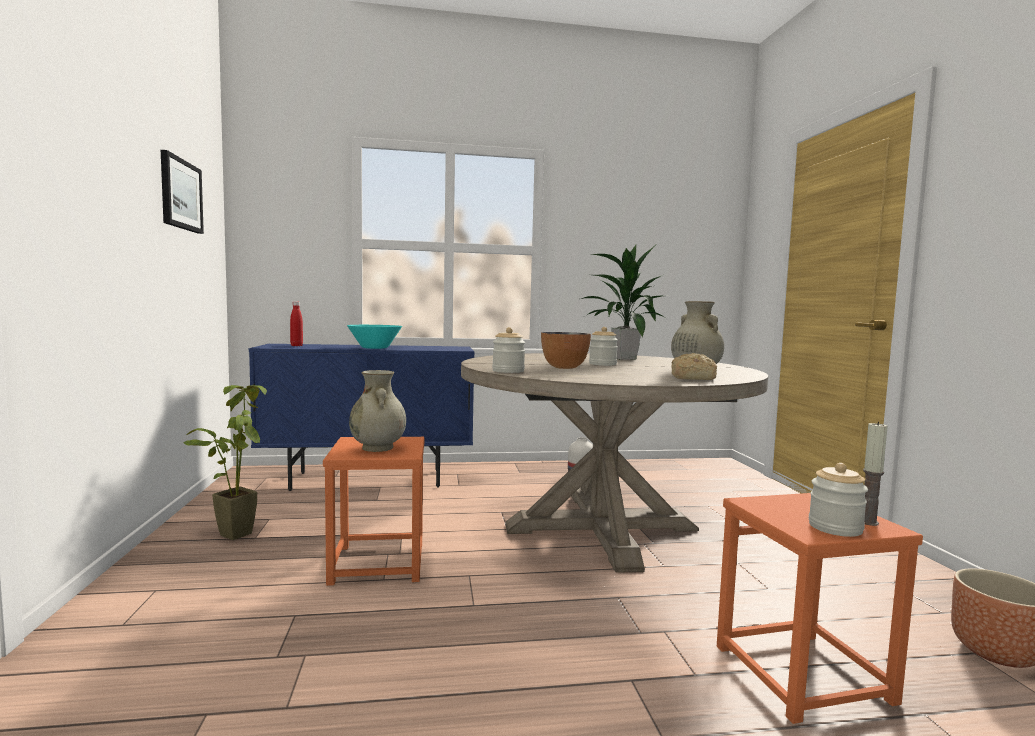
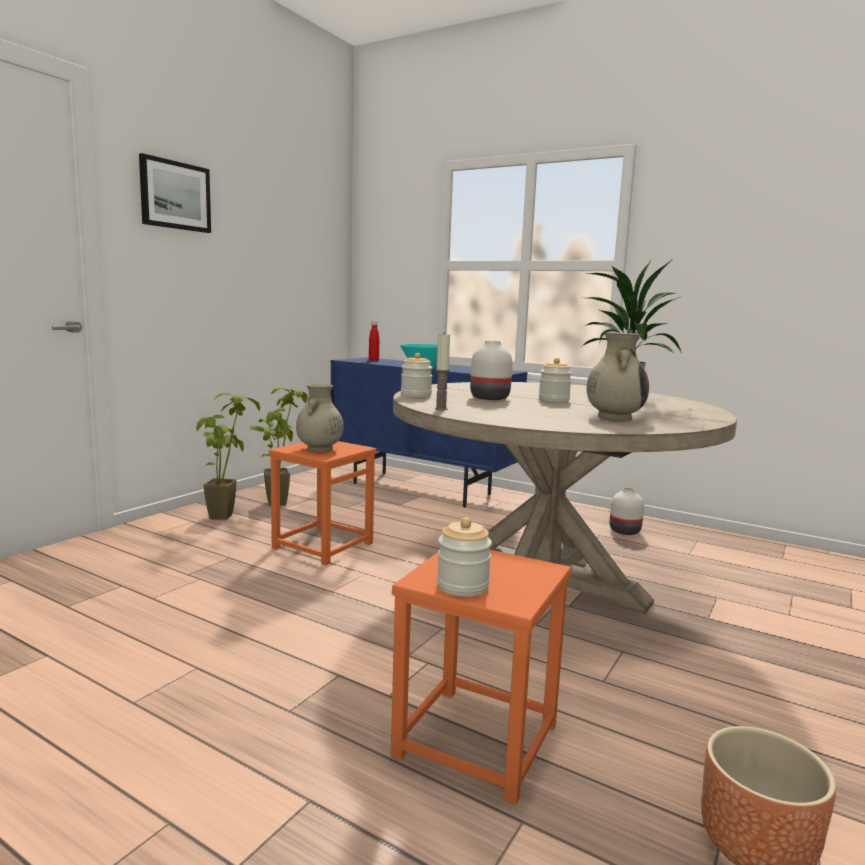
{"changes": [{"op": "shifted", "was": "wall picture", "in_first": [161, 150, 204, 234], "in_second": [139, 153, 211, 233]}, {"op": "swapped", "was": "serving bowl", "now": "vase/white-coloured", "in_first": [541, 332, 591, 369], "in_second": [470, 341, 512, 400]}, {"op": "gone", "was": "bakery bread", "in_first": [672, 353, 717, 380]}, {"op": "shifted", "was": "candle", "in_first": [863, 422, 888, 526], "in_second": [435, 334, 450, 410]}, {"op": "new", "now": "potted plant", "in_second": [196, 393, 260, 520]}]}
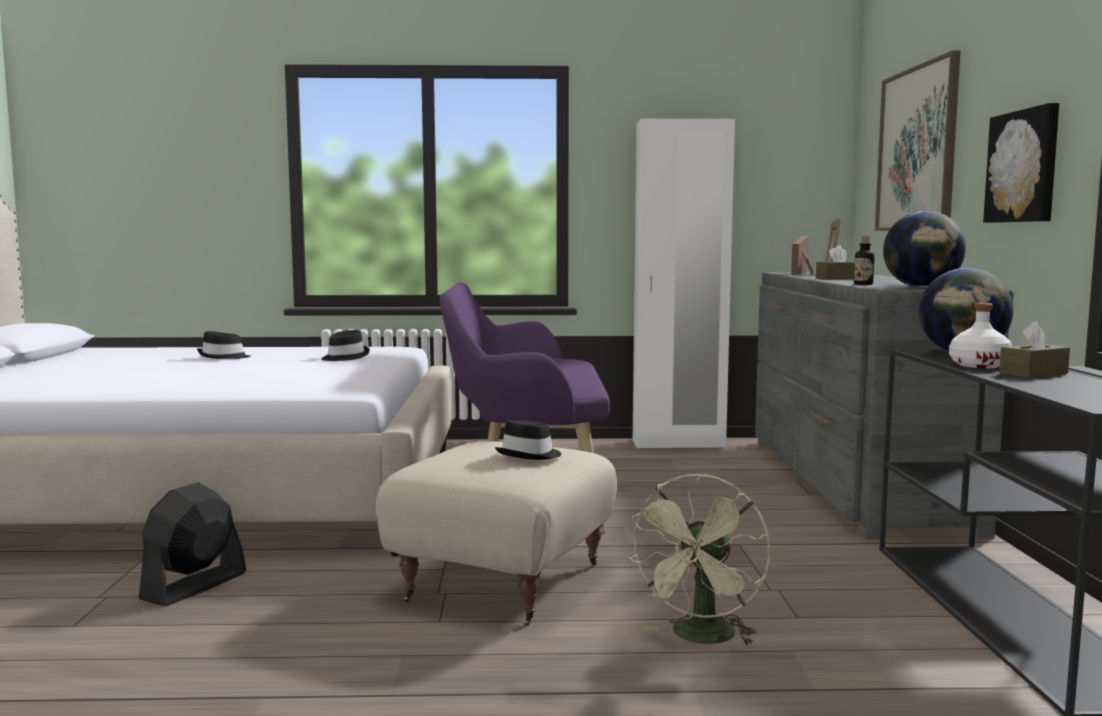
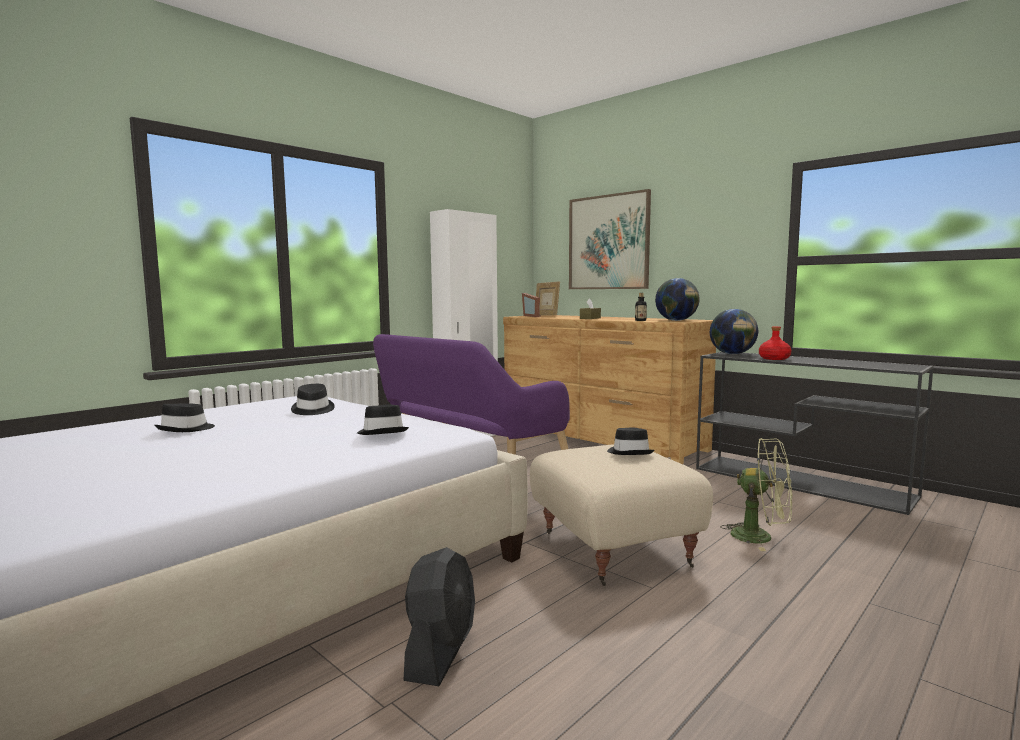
{"changes": [{"op": "gone", "was": "wall picture", "in_first": [983, 103, 1059, 223]}, {"op": "repainted", "was": "chest of drawers/gray", "now": "chest of drawers/brownish", "in_first": [755, 272, 1014, 539], "in_second": [503, 315, 716, 464]}, {"op": "repainted", "was": "beverage bottle/white-coloured", "now": "beverage bottle/reddish", "in_first": [949, 303, 1012, 368], "in_second": [759, 326, 792, 360]}, {"op": "gone", "was": "tissue holder/brownish", "in_first": [999, 321, 1070, 378]}, {"op": "rotated", "was": "fan/green-coloured", "in_first": [627, 474, 770, 646], "in_second": [720, 438, 793, 551], "clockwise": -45}, {"op": "rotated", "was": "fan/blackish", "in_first": [139, 482, 246, 606], "in_second": [404, 547, 475, 686], "clockwise": -150}, {"op": "new", "now": "clothing hat/blackish", "in_second": [357, 404, 409, 435]}]}
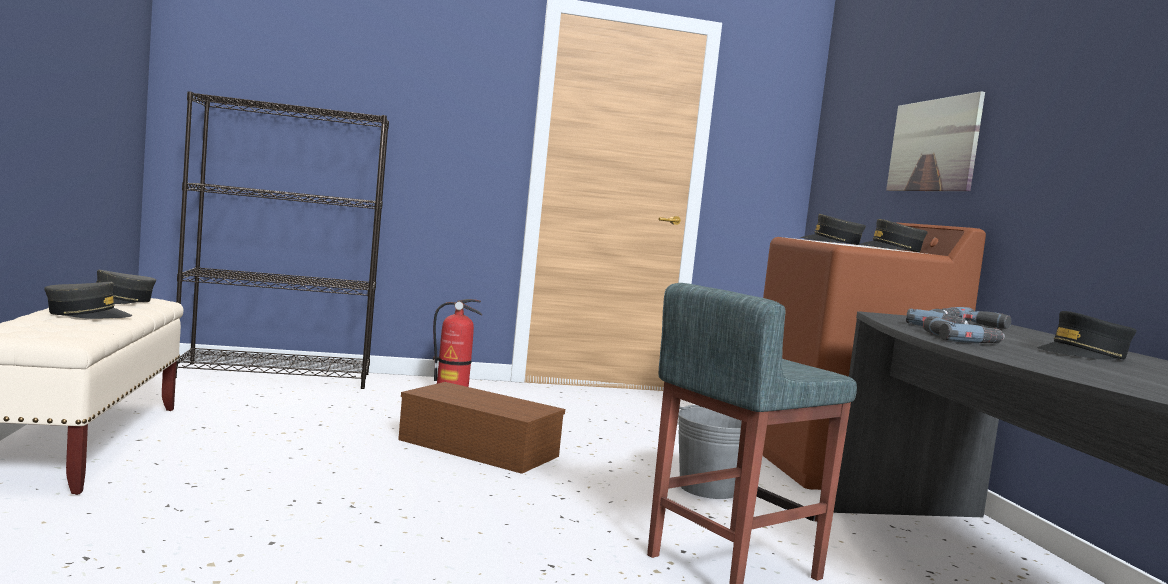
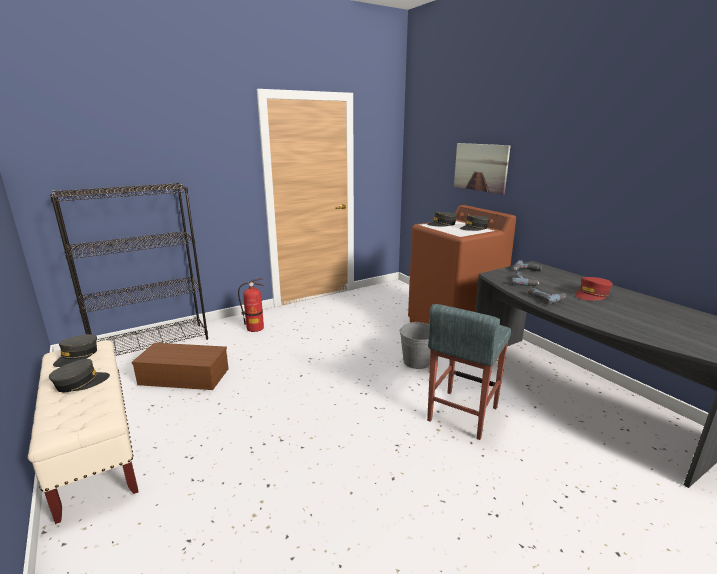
{"changes": [{"op": "repainted", "was": "peaked cap/blackish", "now": "peaked cap/reddish", "in_first": [1037, 311, 1137, 360], "in_second": [575, 277, 613, 301]}, {"op": "shifted", "was": "storage bin/brownish", "in_first": [398, 382, 565, 474], "in_second": [132, 343, 229, 390]}]}
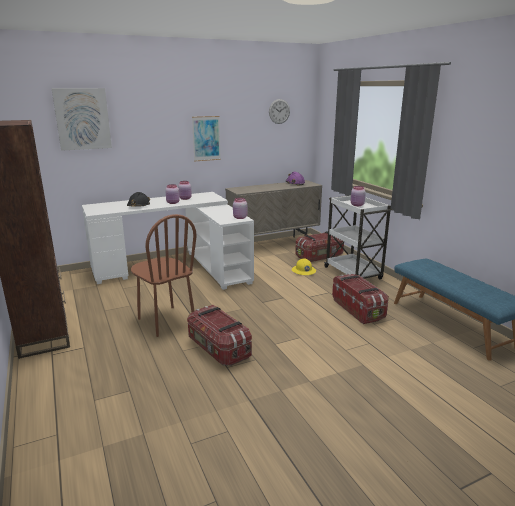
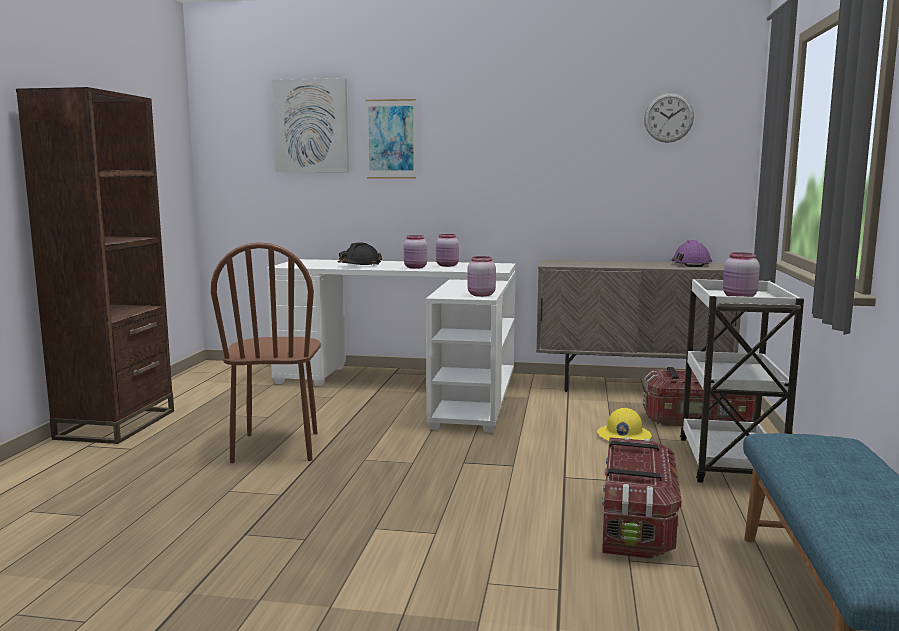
{"changes": [{"op": "shifted", "was": "wall picture", "in_first": [192, 116, 221, 162], "in_second": [366, 99, 416, 178]}, {"op": "gone", "was": "storage bin", "in_first": [187, 305, 252, 366]}]}
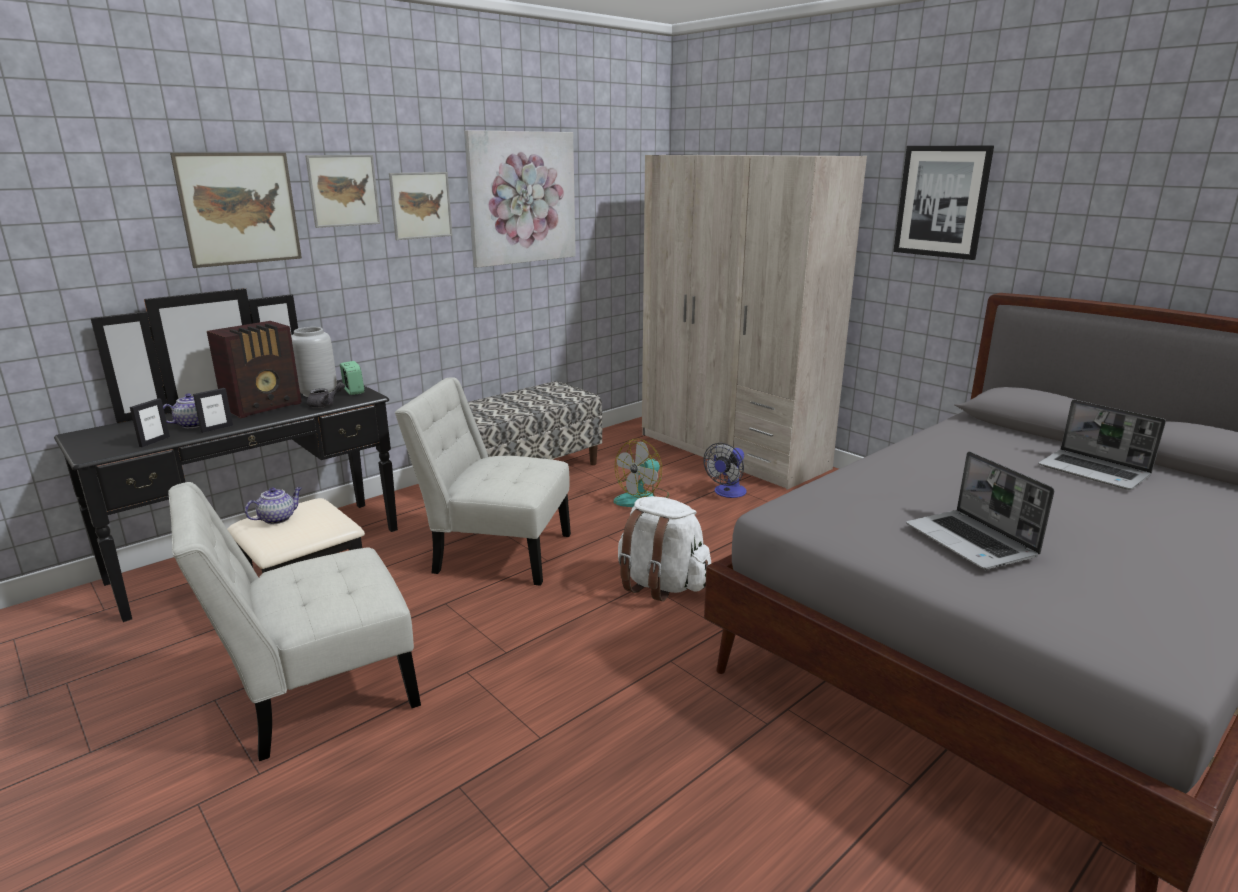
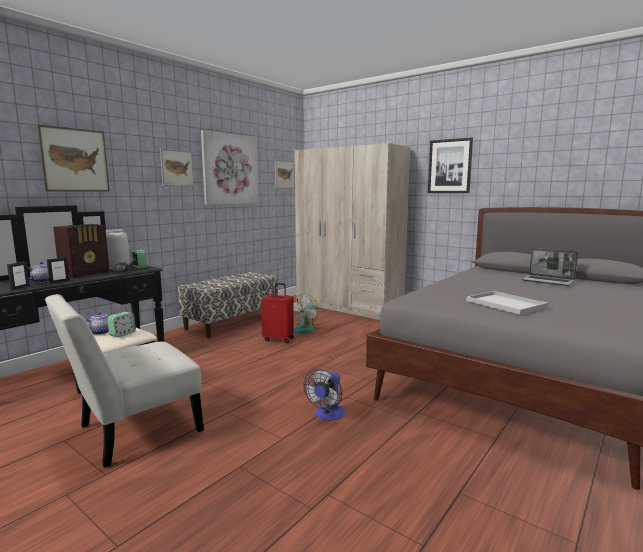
{"changes": [{"op": "shifted", "was": "wall picture", "in_first": [305, 155, 380, 228], "in_second": [275, 160, 295, 188]}, {"op": "gone", "was": "chair/white-coloured", "in_first": [395, 377, 571, 586]}, {"op": "shifted", "was": "fan", "in_first": [703, 443, 747, 498], "in_second": [303, 369, 345, 421]}, {"op": "swapped", "was": "portable computer", "now": "serving tray/white-coloured", "in_first": [906, 451, 1054, 569], "in_second": [467, 291, 548, 315]}, {"op": "gone", "was": "knapsack/white-coloured", "in_first": [618, 496, 711, 601]}, {"op": "new", "now": "travel case/reddish", "in_second": [261, 283, 294, 343]}, {"op": "new", "now": "table clock", "in_second": [107, 312, 136, 337]}]}
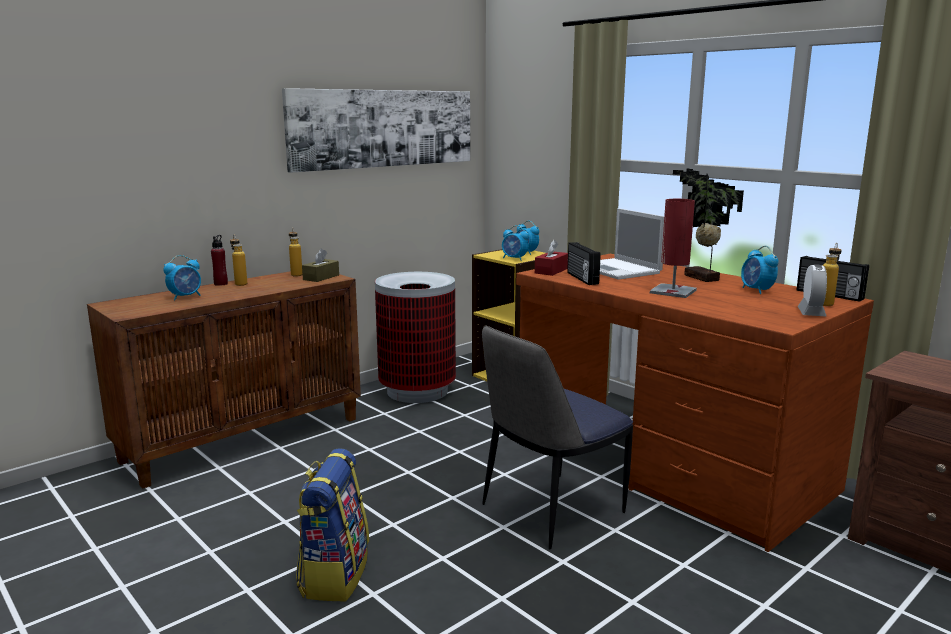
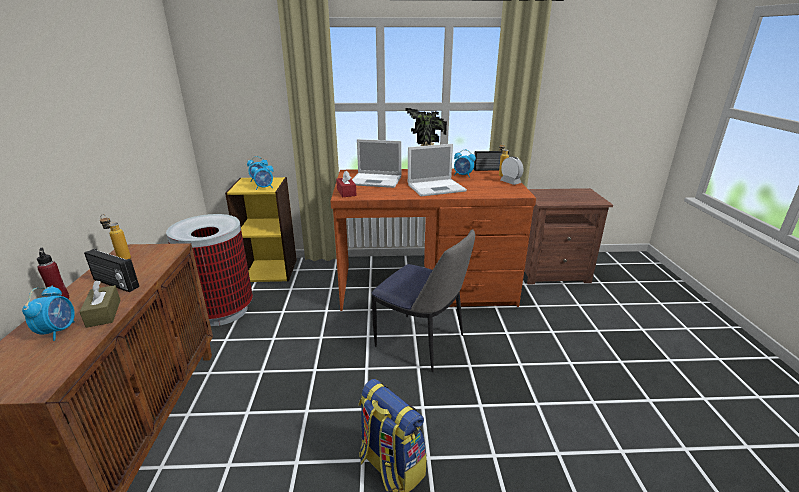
{"changes": [{"op": "gone", "was": "wall picture", "in_first": [282, 88, 470, 173]}, {"op": "swapped", "was": "tabletop lamp/reddish", "now": "portable computer", "in_first": [650, 199, 697, 298], "in_second": [408, 144, 467, 196]}, {"op": "gone", "was": "beverage bottle", "in_first": [230, 235, 247, 286]}, {"op": "shifted", "was": "radio", "in_first": [567, 242, 601, 285], "in_second": [84, 248, 139, 292]}, {"op": "shifted", "was": "tissue holder/brownish", "in_first": [302, 249, 339, 282], "in_second": [80, 281, 121, 328]}, {"op": "rotated", "was": "chair", "in_first": [482, 325, 633, 549], "in_second": [372, 229, 475, 372], "clockwise": -60}]}
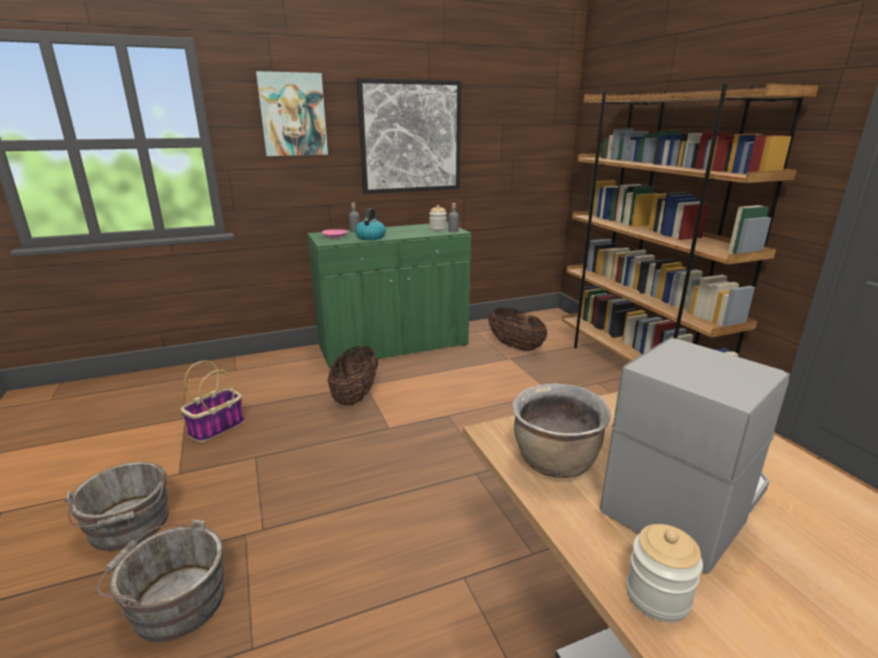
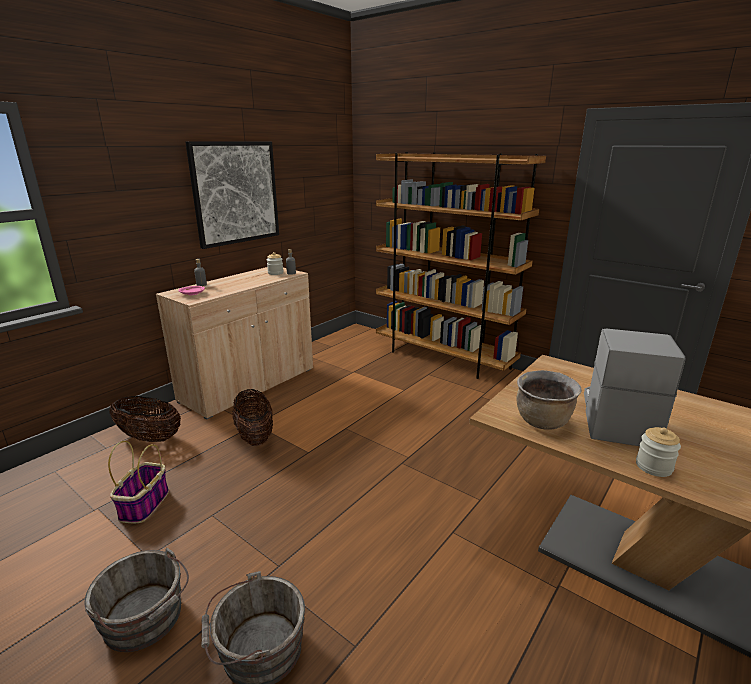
{"changes": [{"op": "gone", "was": "wall picture", "in_first": [256, 71, 328, 156]}, {"op": "gone", "was": "kettle", "in_first": [355, 208, 386, 240]}, {"op": "repainted", "was": "cabinet/green-coloured", "now": "cabinet/beige-coloured", "in_first": [307, 222, 471, 369], "in_second": [156, 267, 313, 420]}, {"op": "shifted", "was": "storage basket", "in_first": [488, 308, 548, 351], "in_second": [109, 396, 181, 442]}]}
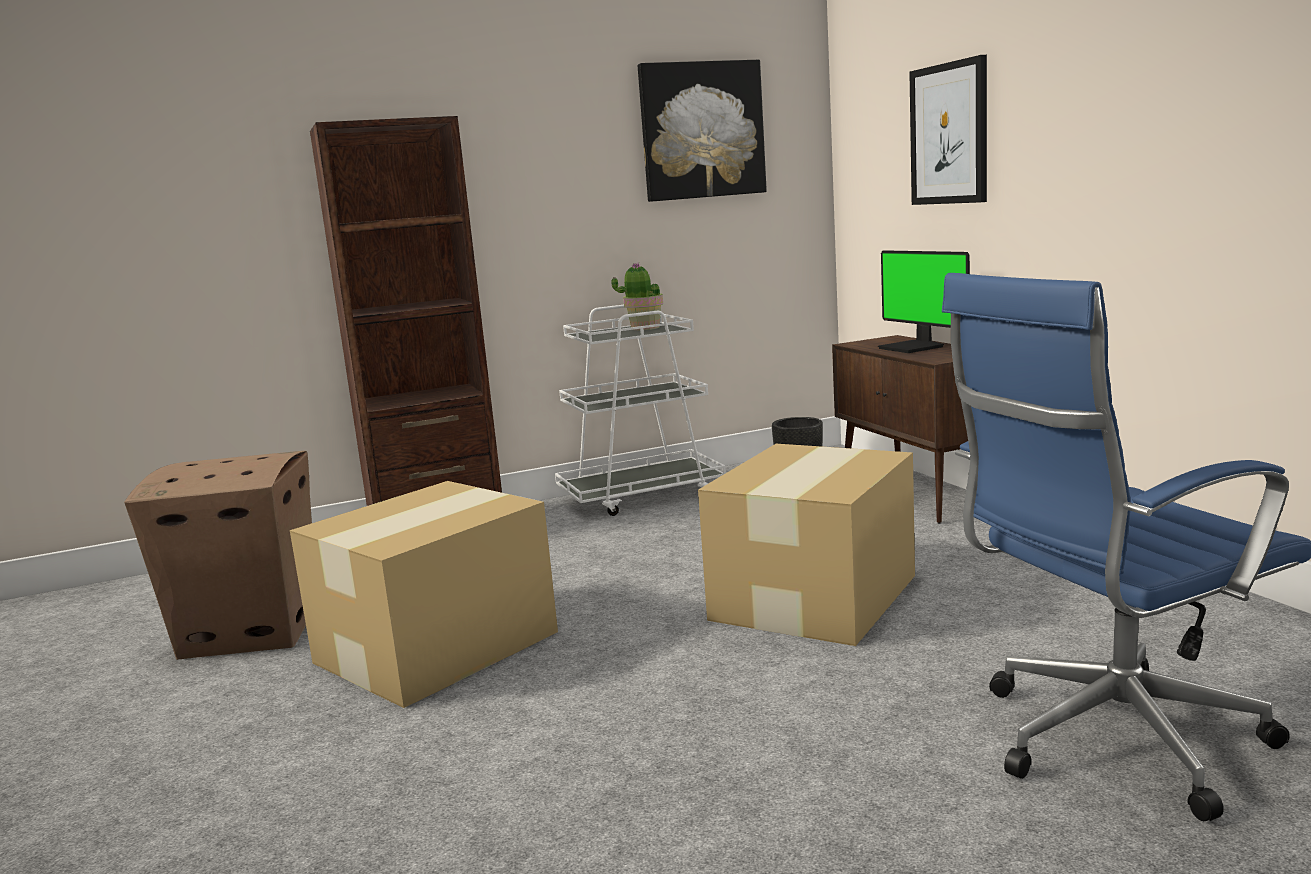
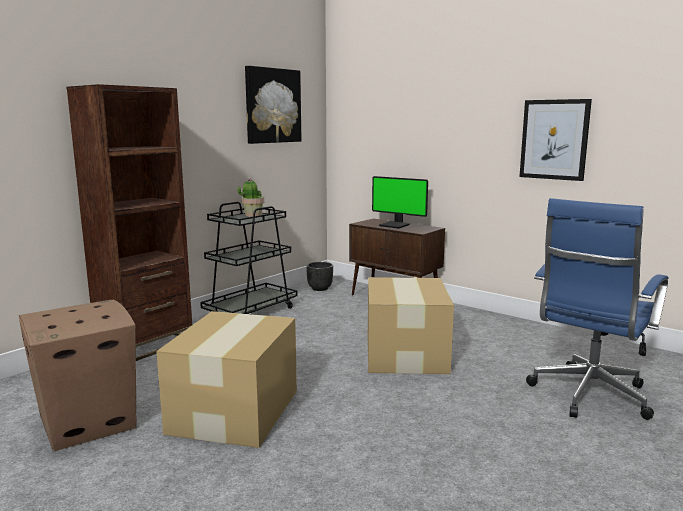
{"changes": [{"op": "shifted", "was": "wall picture", "in_first": [909, 55, 987, 205], "in_second": [519, 99, 592, 181]}, {"op": "repainted", "was": "cart/white-coloured", "now": "cart/blackish", "in_first": [555, 305, 726, 516], "in_second": [200, 202, 297, 314]}]}
